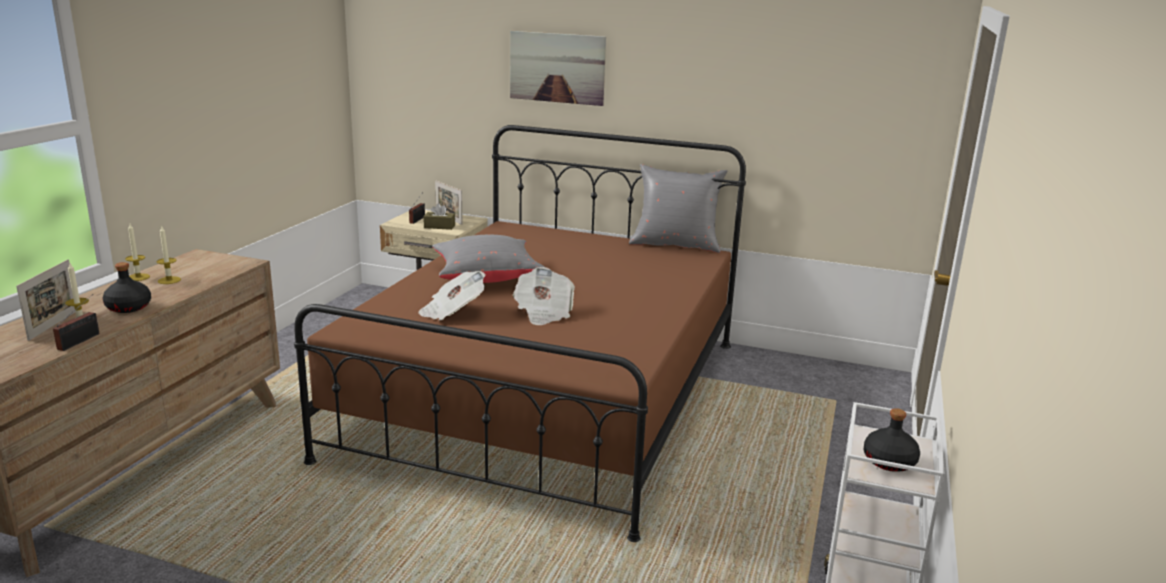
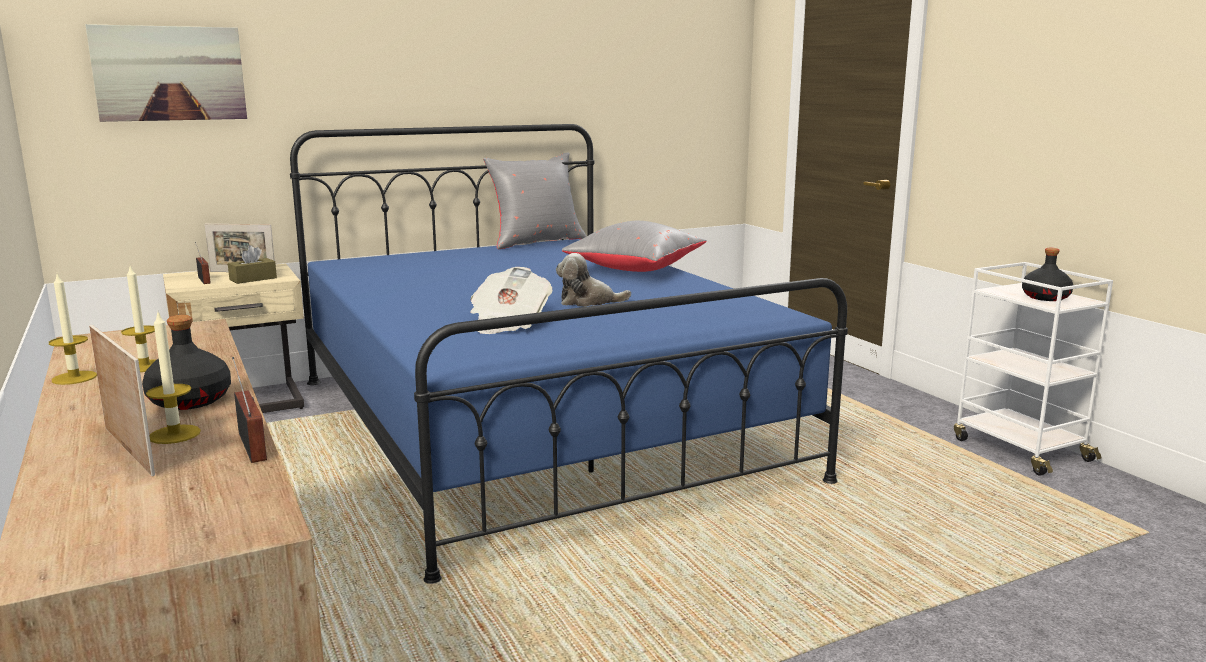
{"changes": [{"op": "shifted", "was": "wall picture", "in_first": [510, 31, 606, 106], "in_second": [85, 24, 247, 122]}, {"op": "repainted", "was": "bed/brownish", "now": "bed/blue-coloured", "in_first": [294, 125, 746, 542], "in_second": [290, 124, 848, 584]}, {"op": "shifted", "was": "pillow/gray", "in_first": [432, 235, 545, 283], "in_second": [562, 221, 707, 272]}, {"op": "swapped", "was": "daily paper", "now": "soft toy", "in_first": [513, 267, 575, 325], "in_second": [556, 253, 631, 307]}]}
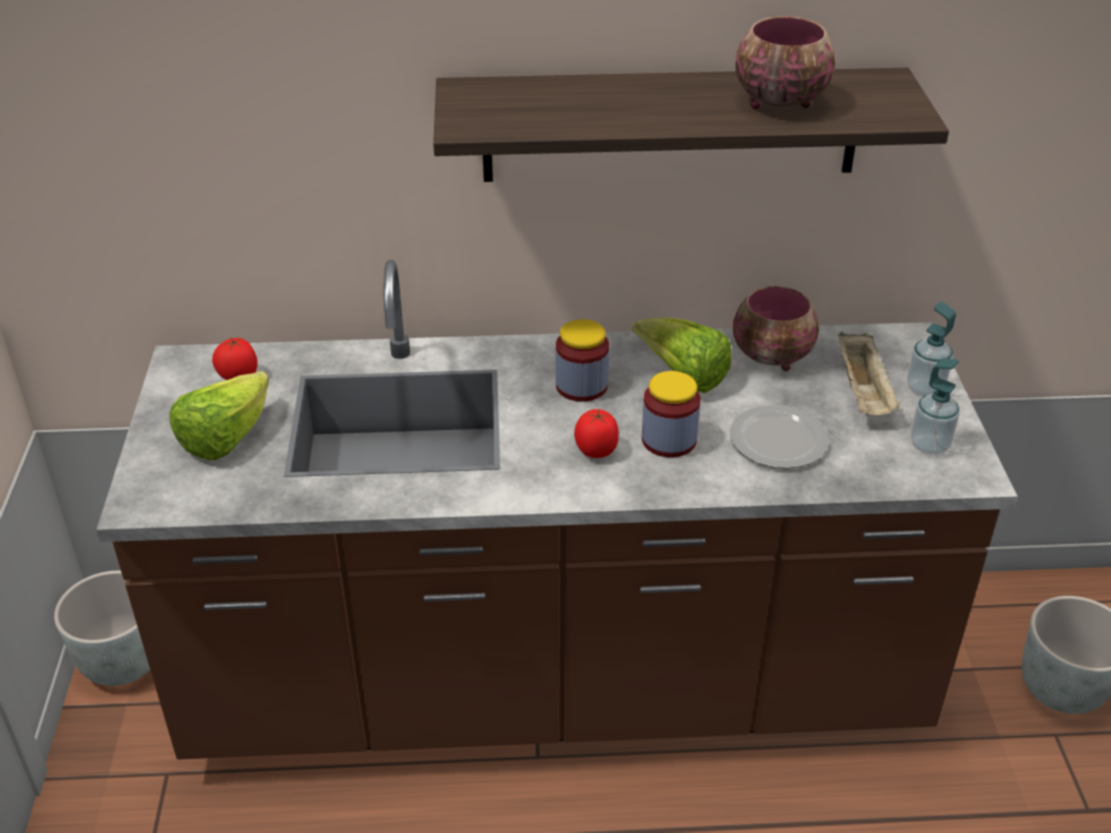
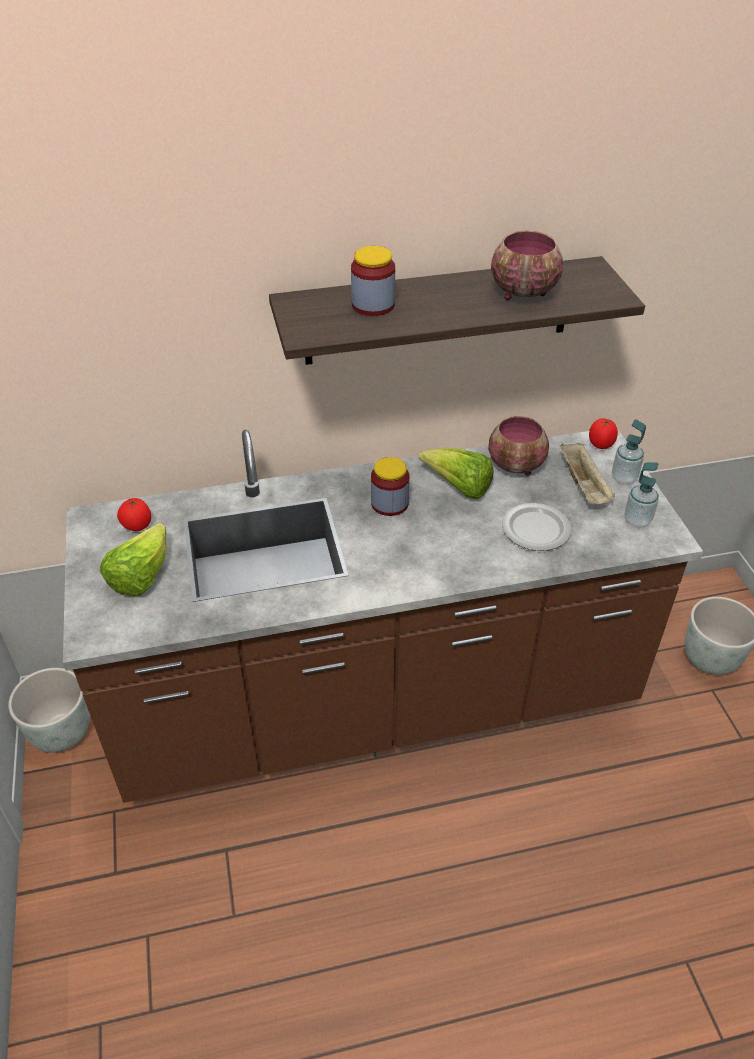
{"changes": [{"op": "shifted", "was": "preserve jar", "in_first": [642, 371, 700, 458], "in_second": [351, 246, 395, 316]}, {"op": "shifted", "was": "tomato", "in_first": [574, 409, 619, 458], "in_second": [589, 418, 618, 449]}]}
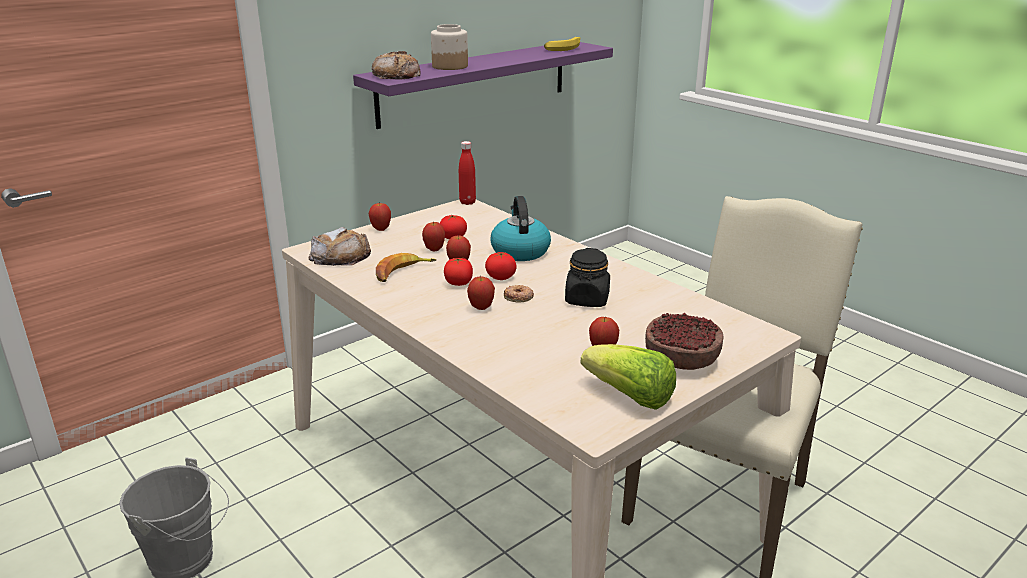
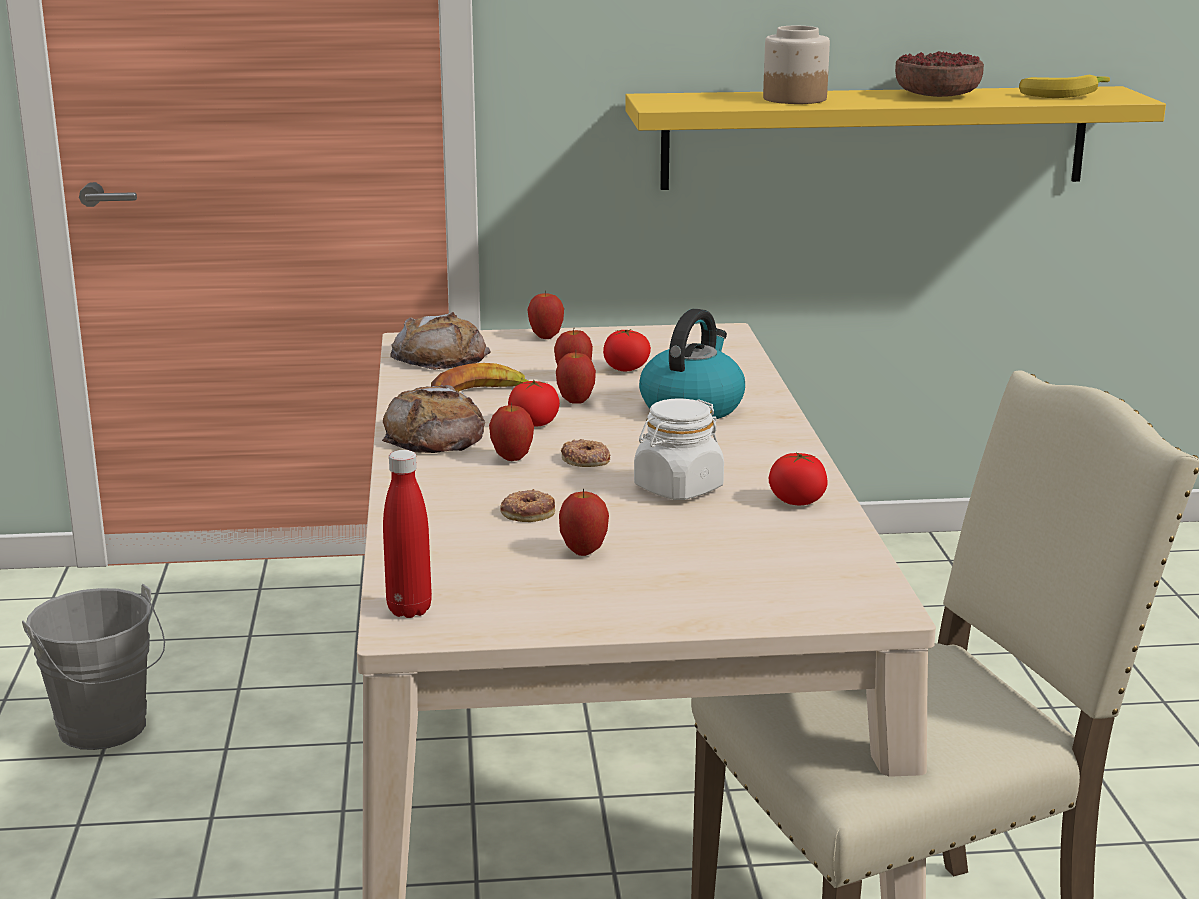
{"changes": [{"op": "repainted", "was": "wall shelf/purplish", "now": "wall shelf/yellow-coloured", "in_first": [353, 42, 613, 129], "in_second": [625, 86, 1166, 190]}, {"op": "shifted", "was": "bakery bread", "in_first": [372, 51, 421, 80], "in_second": [382, 385, 485, 453]}, {"op": "shifted", "was": "beverage bottle/reddish", "in_first": [459, 141, 476, 205], "in_second": [383, 450, 432, 618]}, {"op": "repainted", "was": "preserve jar/blackish", "now": "preserve jar/white-coloured", "in_first": [565, 248, 610, 307], "in_second": [634, 398, 724, 500]}, {"op": "shifted", "was": "tomato", "in_first": [485, 252, 517, 280], "in_second": [769, 452, 827, 505]}, {"op": "shifted", "was": "serving bowl", "in_first": [645, 312, 724, 370], "in_second": [895, 51, 984, 97]}, {"op": "gone", "was": "lettuce", "in_first": [581, 344, 676, 410]}, {"op": "new", "now": "doughnut", "in_second": [500, 489, 555, 522]}]}
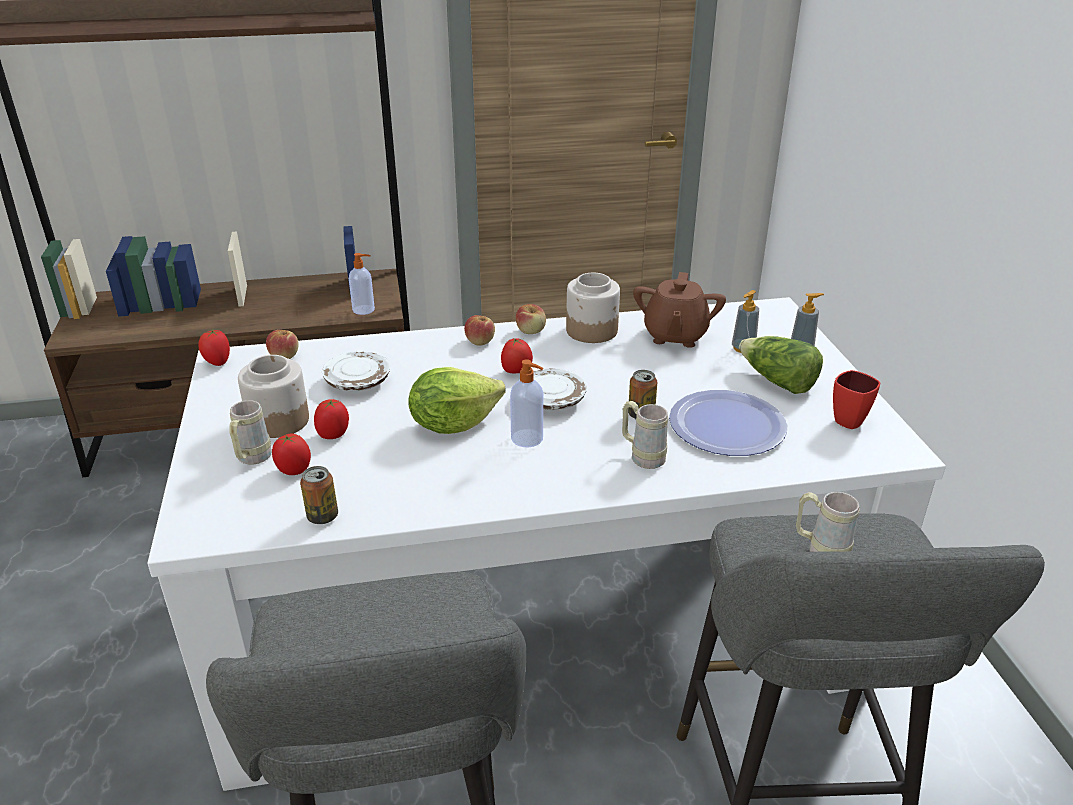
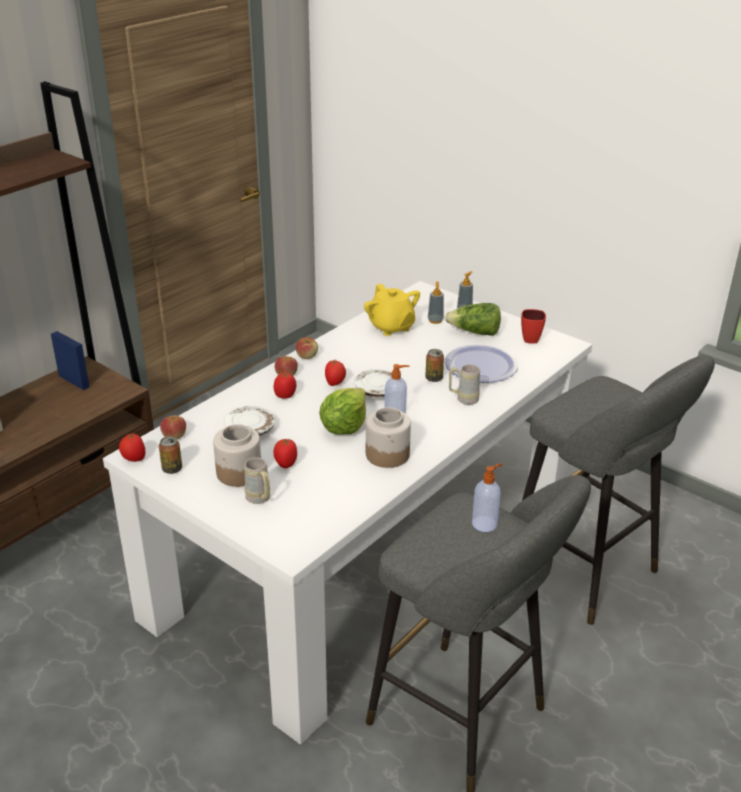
{"changes": [{"op": "shifted", "was": "soap dispenser", "in_first": [349, 253, 375, 315], "in_second": [472, 464, 503, 532]}, {"op": "repainted", "was": "tea pot/brownish", "now": "tea pot/yellow-coloured", "in_first": [633, 272, 726, 348], "in_second": [364, 284, 420, 336]}, {"op": "shifted", "was": "preserve jar", "in_first": [566, 273, 620, 343], "in_second": [366, 407, 411, 468]}, {"op": "shifted", "was": "tomato", "in_first": [272, 433, 311, 475], "in_second": [274, 373, 296, 398]}, {"op": "shifted", "was": "metal can", "in_first": [300, 466, 338, 524], "in_second": [159, 436, 182, 474]}, {"op": "gone", "was": "mug/beige-coloured", "in_first": [796, 492, 859, 552]}]}
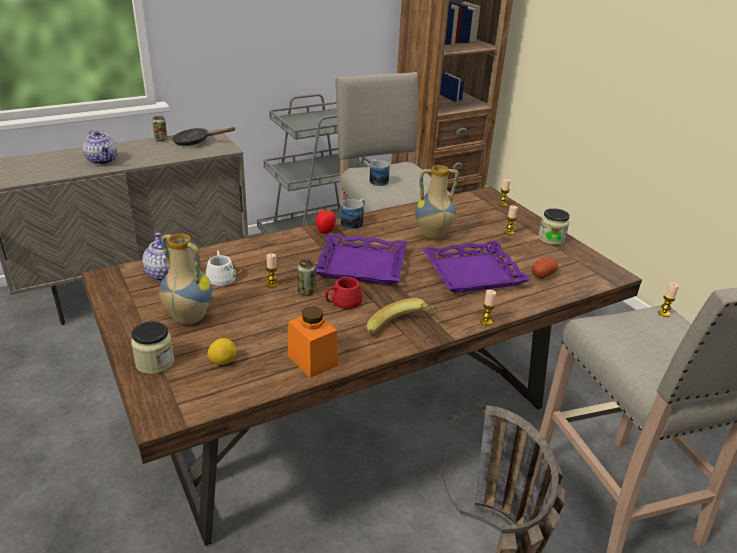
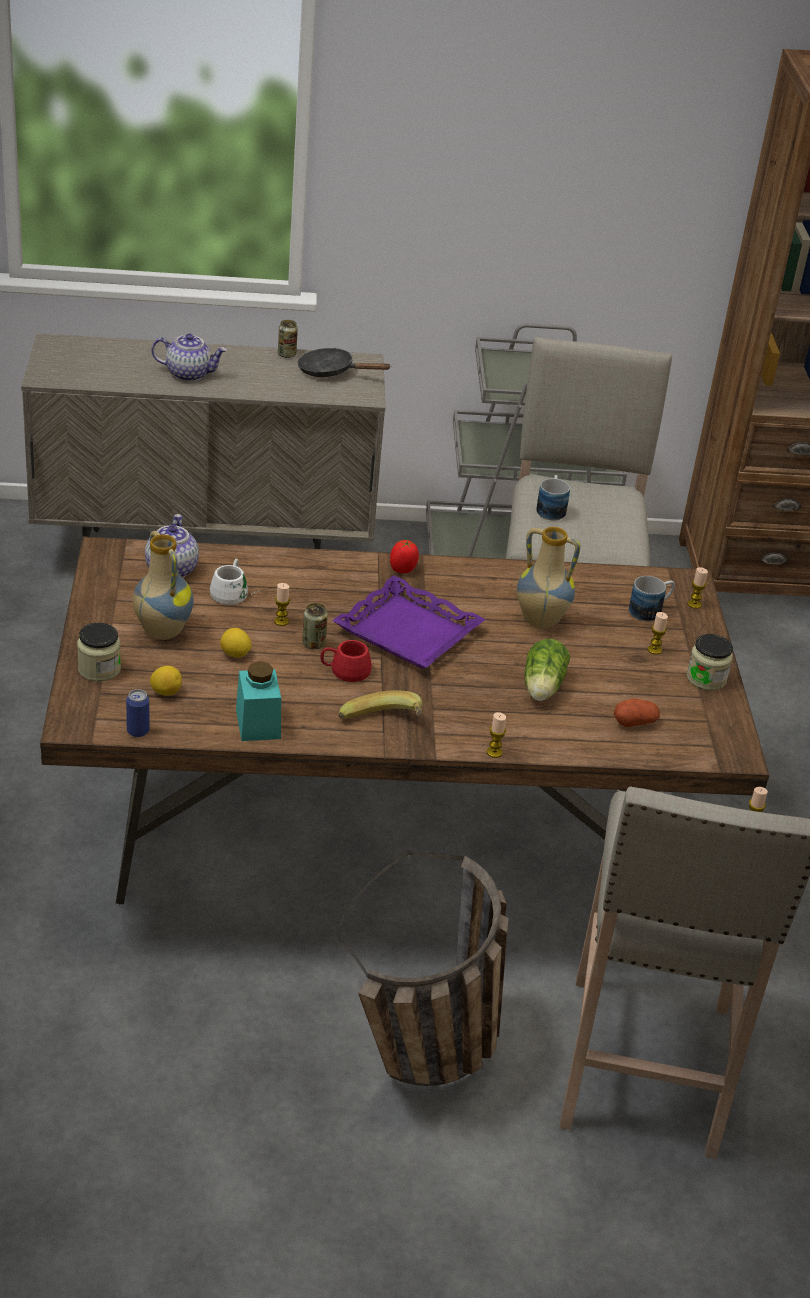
{"changes": [{"op": "rotated", "was": "tea pot", "in_first": [83, 130, 117, 165], "in_second": [151, 334, 227, 382], "clockwise": -75}, {"op": "shifted", "was": "mug", "in_first": [341, 199, 365, 230], "in_second": [629, 576, 675, 622]}, {"op": "swapped", "was": "serving tray/purplish", "now": "lettuce", "in_first": [422, 241, 531, 293], "in_second": [524, 639, 570, 701]}, {"op": "repainted", "was": "preserve jar/orangey", "now": "preserve jar/turquoise-coloured", "in_first": [287, 306, 338, 378], "in_second": [236, 661, 281, 741]}, {"op": "new", "now": "citrus fruit", "in_second": [220, 628, 252, 657]}, {"op": "new", "now": "metal can", "in_second": [126, 689, 149, 737]}]}
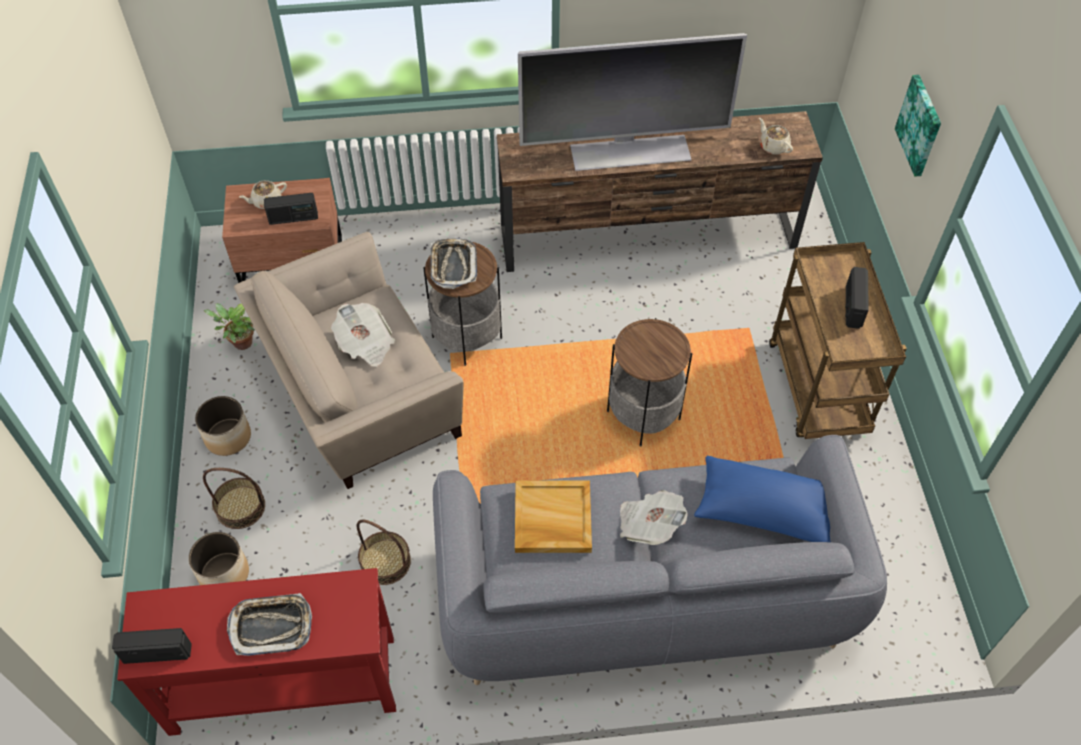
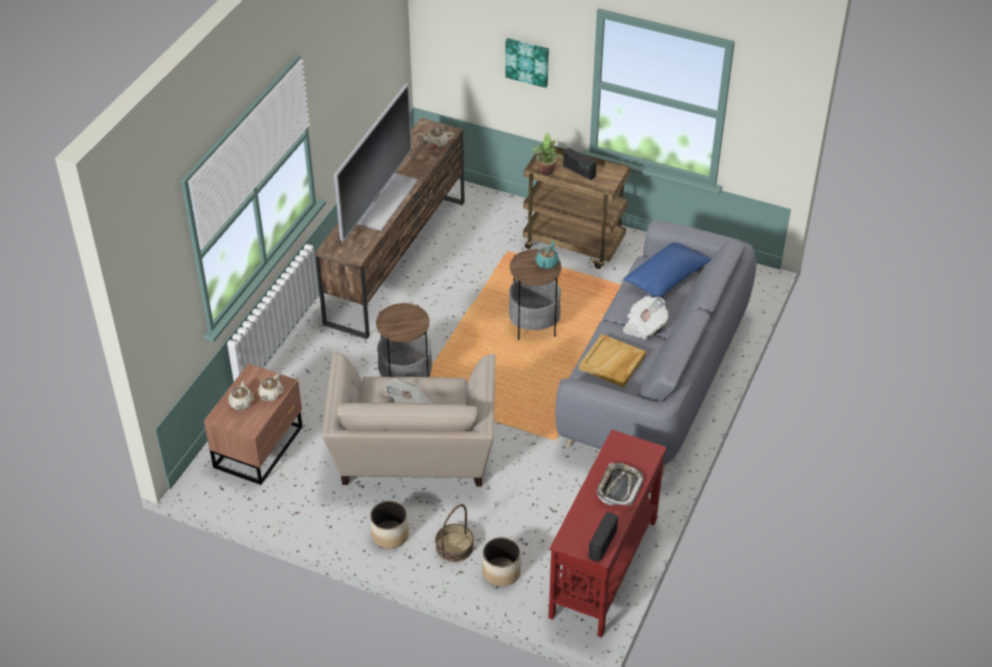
{"changes": [{"op": "swapped", "was": "radio", "now": "tea pot/beige-coloured", "in_first": [264, 193, 318, 225], "in_second": [258, 373, 284, 401]}, {"op": "gone", "was": "serving tray", "in_first": [430, 238, 477, 289]}, {"op": "shifted", "was": "potted plant", "in_first": [203, 303, 255, 350], "in_second": [530, 133, 564, 175]}, {"op": "gone", "was": "storage basket", "in_first": [356, 519, 411, 585]}, {"op": "new", "now": "tea pot/turquoise-coloured", "in_second": [536, 240, 559, 269]}]}
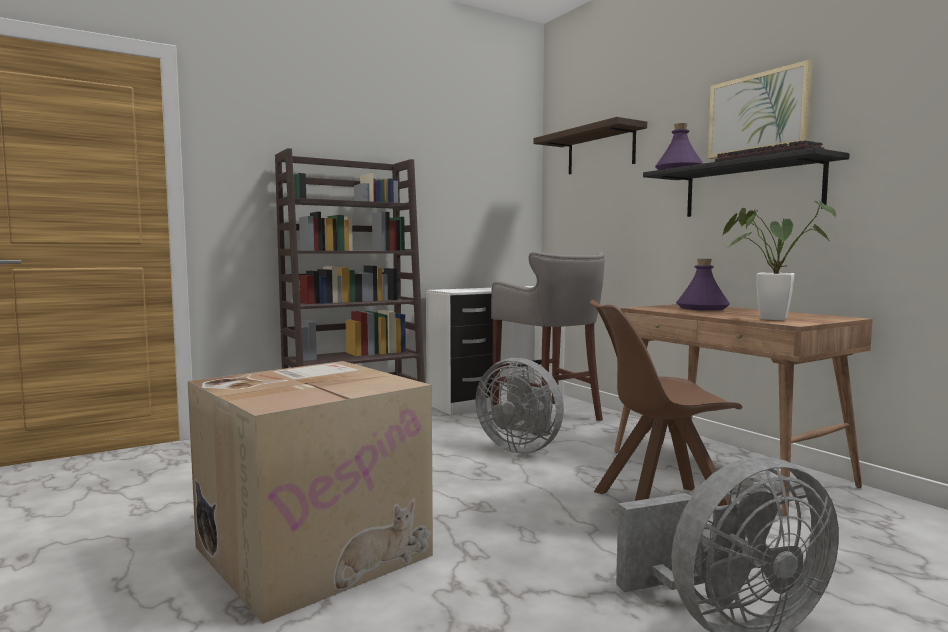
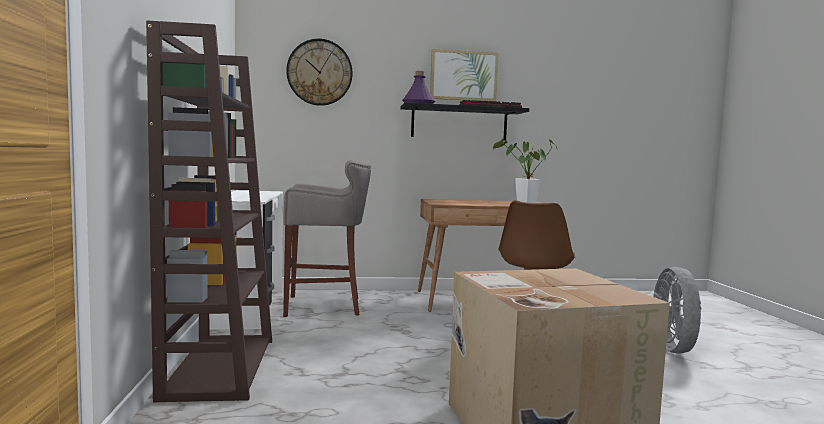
{"changes": [{"op": "swapped", "was": "wall shelf", "now": "hanging clock", "in_first": [533, 117, 647, 174], "in_second": [286, 39, 353, 106]}, {"op": "gone", "was": "beverage bottle/purplish", "in_first": [676, 259, 730, 311]}, {"op": "gone", "was": "fan/gray", "in_first": [475, 358, 564, 453]}]}
